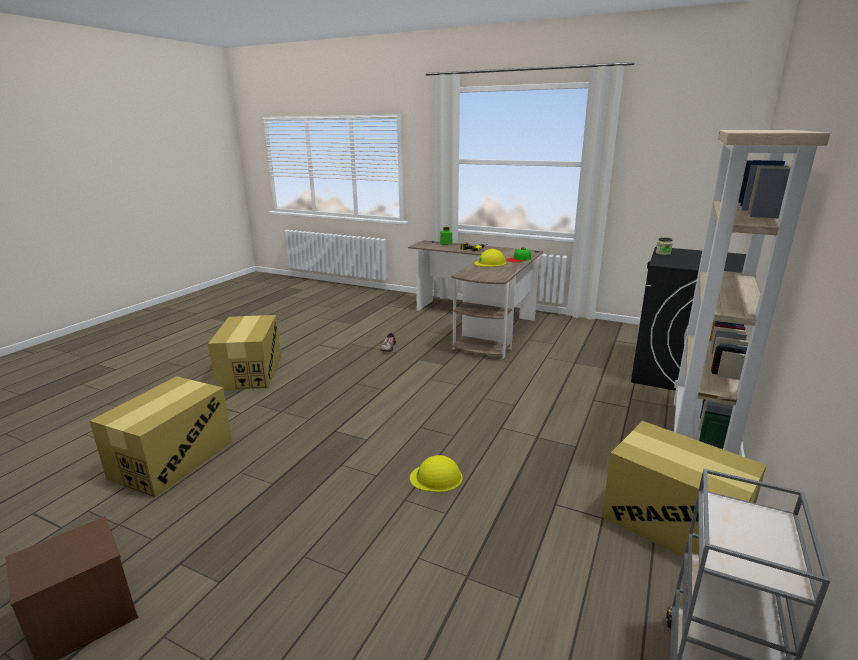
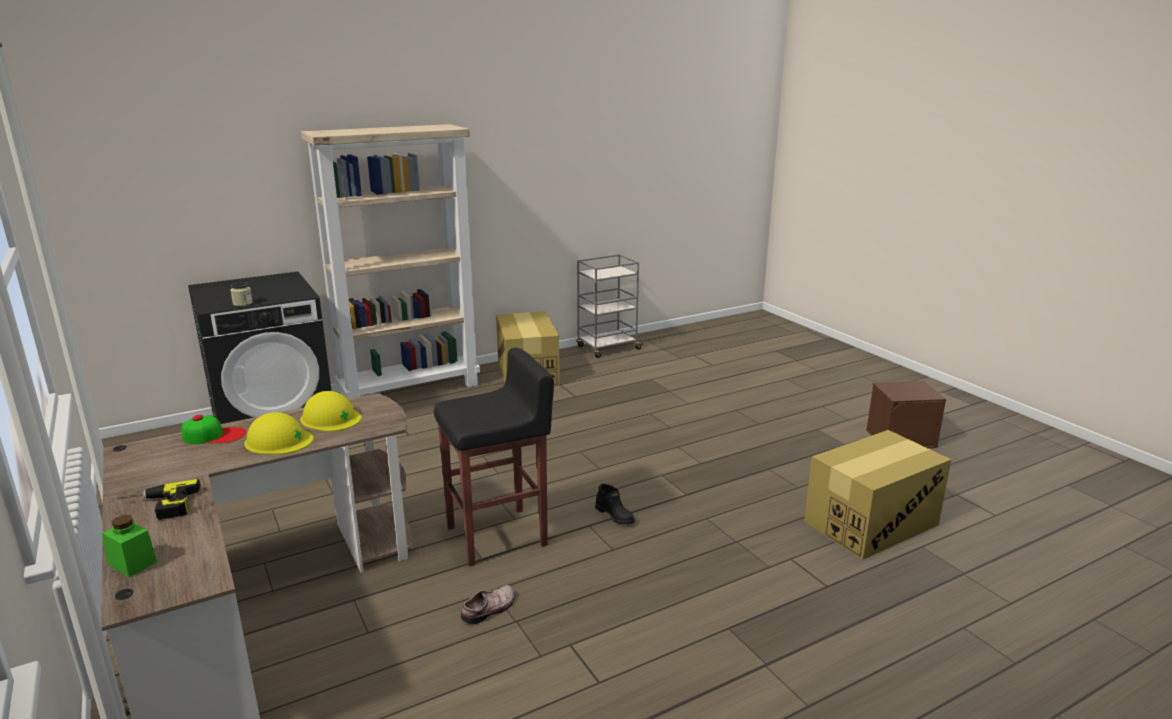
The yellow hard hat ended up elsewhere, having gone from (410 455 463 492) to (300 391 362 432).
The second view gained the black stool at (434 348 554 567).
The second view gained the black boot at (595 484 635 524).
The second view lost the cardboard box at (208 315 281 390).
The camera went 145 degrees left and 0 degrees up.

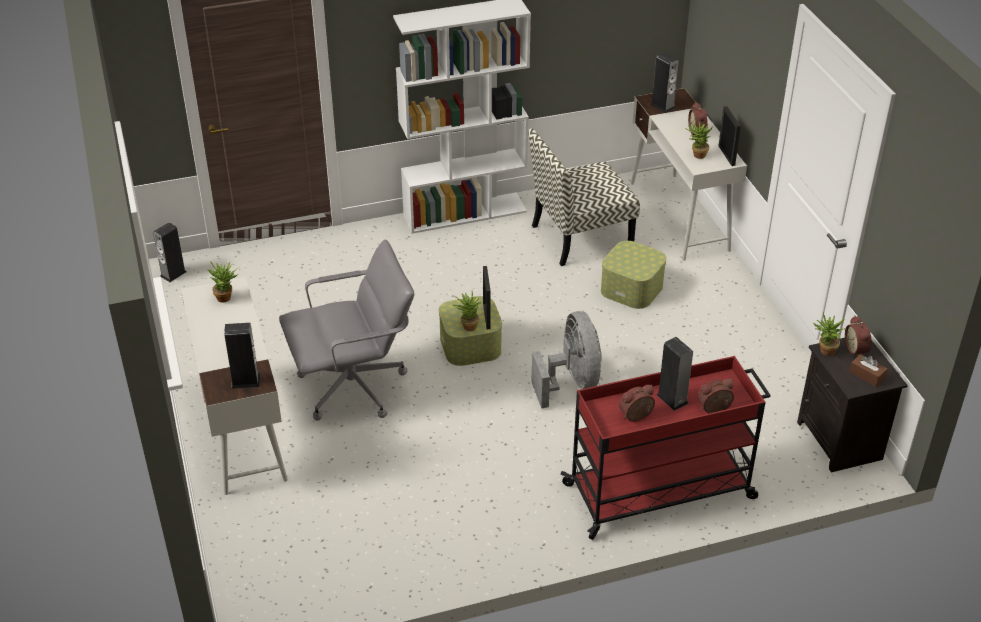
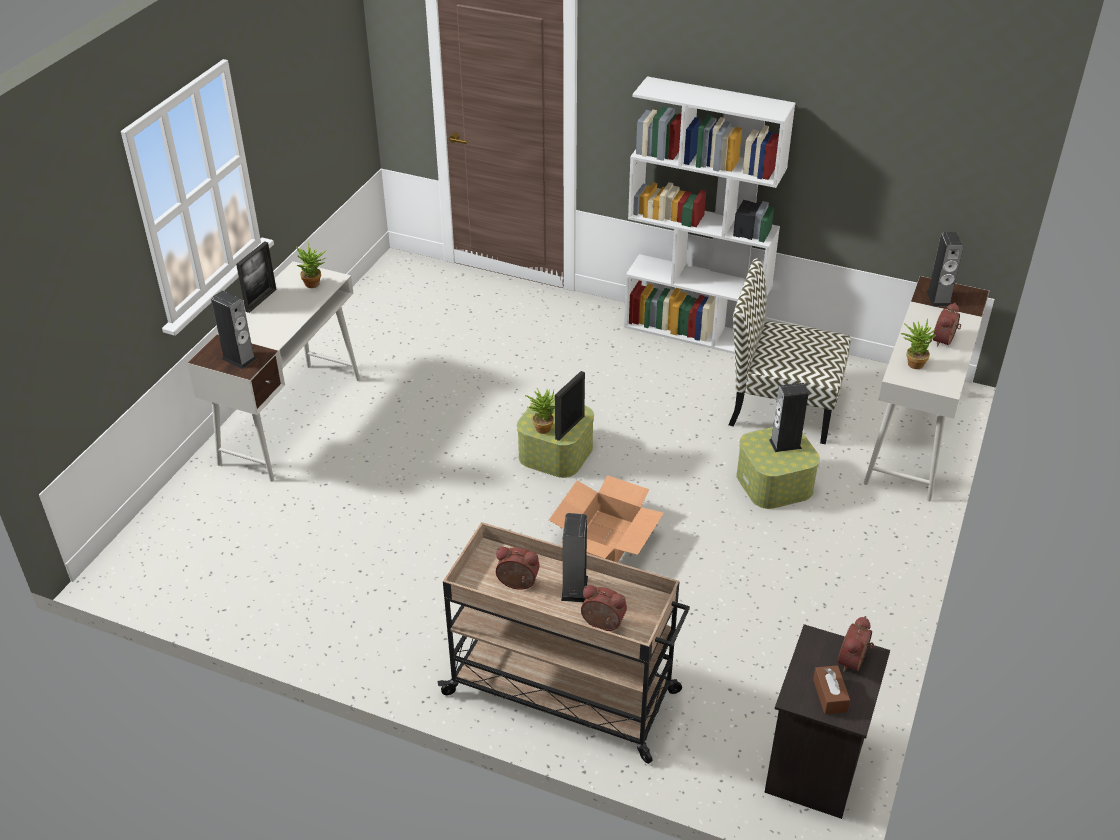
The picture frame ended up elsewhere, having gone from (718 106 741 166) to (236 241 277 313).
What was the red cart at (561 356 771 540) turned into the beige cart at (438 522 690 764).
Where the grey fan stood at (531 311 602 409), the cardboard box came to stand at (549 475 664 562).
The speaker ended up elsewhere, having gone from (153 223 187 282) to (769 383 809 452).
The second view lost the grey office chair at (279 239 414 421).
The second view lost the potted plant at (813 313 846 356).
The camera went 40 degrees right and 0 degrees up.

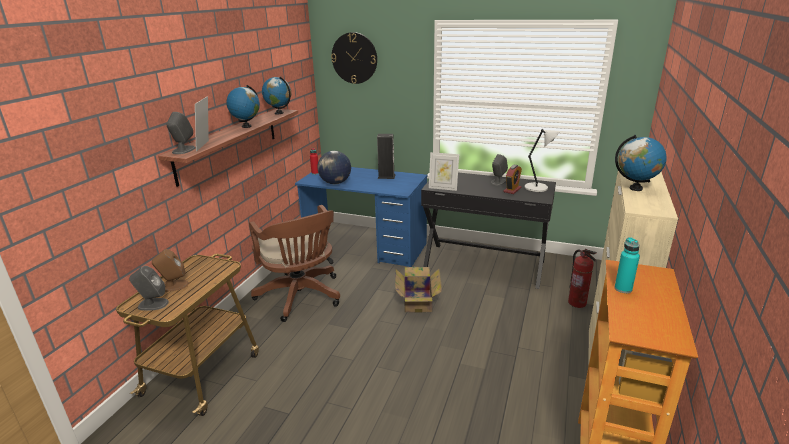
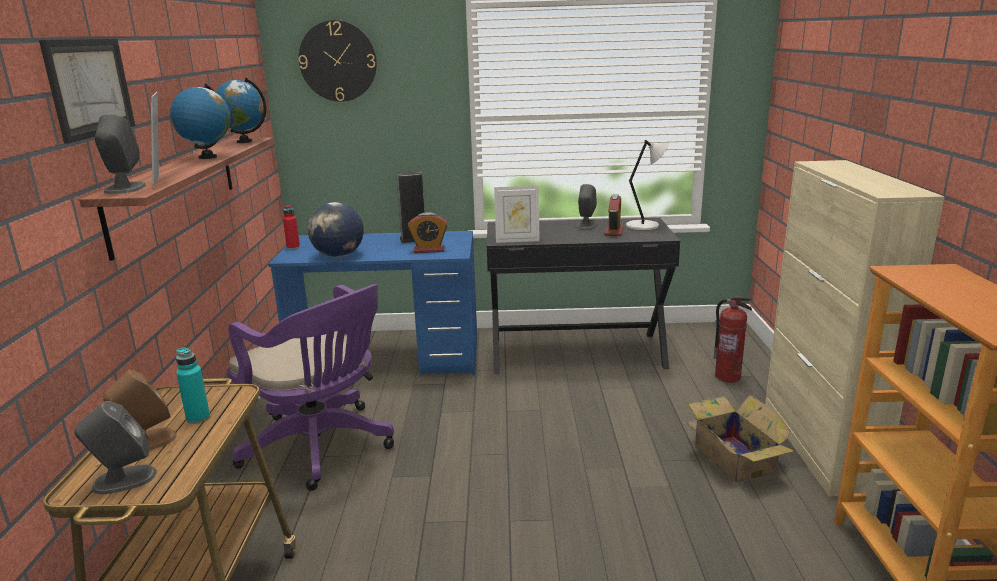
The second view gained the picture at (39 39 135 144).
The turquoise bottle ended up elsewhere, having gone from (615 237 640 293) to (176 347 210 424).
What was the brown office chair at (249 205 340 322) turned into the purple office chair at (227 284 394 491).
The second view gained the alarm clock at (408 212 447 253).
The cardboard box ended up elsewhere, having gone from (395 267 442 312) to (685 394 795 482).
The second view lost the globe at (615 135 667 191).
The camera went 20 degrees left and 5 degrees down.

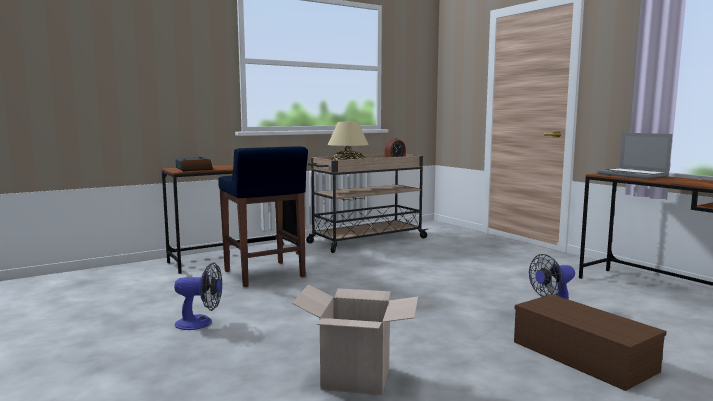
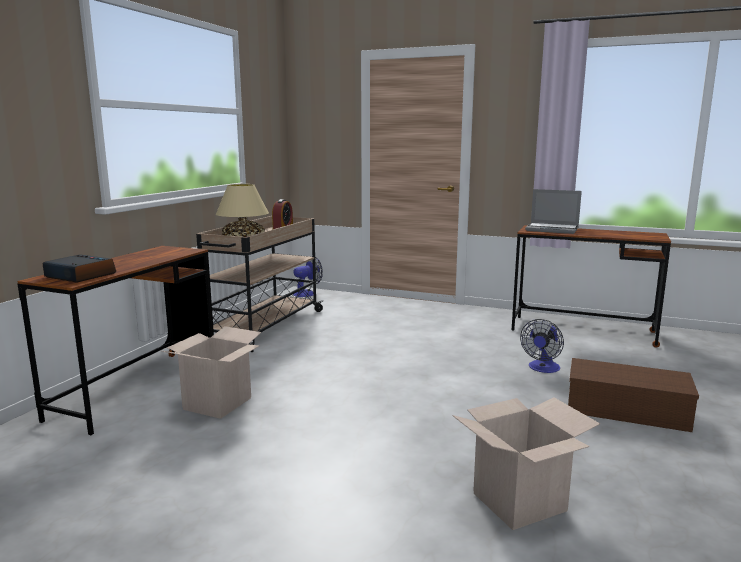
Where the blue stool stood at (218 146 308 287), the cardboard box came to stand at (162 326 261 419).
The fan ended up elsewhere, having gone from (174 262 222 330) to (293 257 323 297).
The camera went 35 degrees left and 5 degrees up.

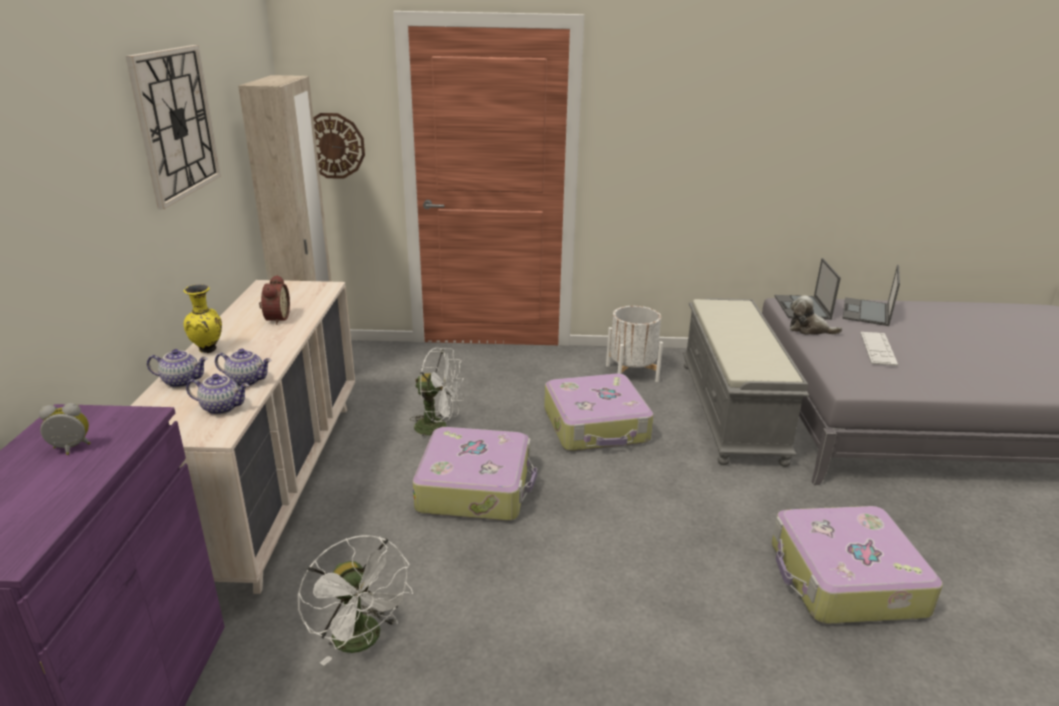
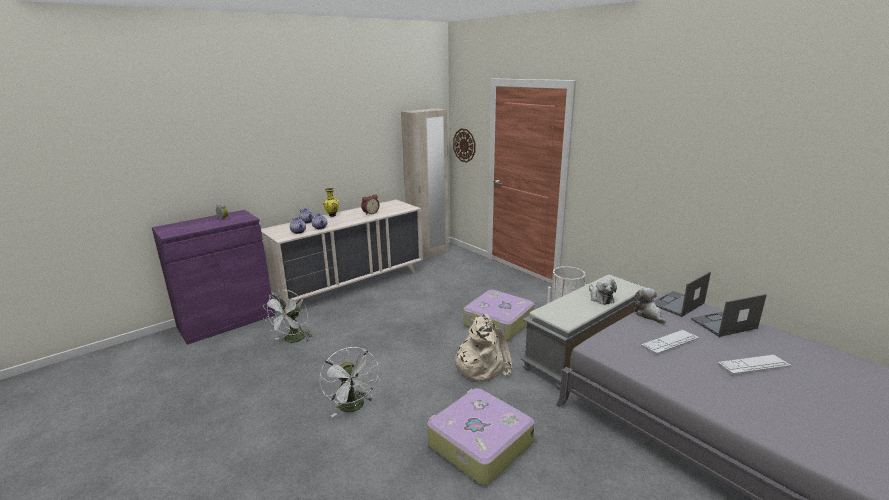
The white fan ended up elsewhere, having gone from (410 348 465 436) to (320 347 380 417).
The second view gained the beige backpack at (452 314 512 382).
The second view gained the plush toy at (589 278 617 305).
The second view gained the keyboard at (718 355 791 374).
The second view lost the wall clock at (126 45 221 209).
The second view lost the suitcase at (413 427 537 521).
The camera went 50 degrees right and 5 degrees down.

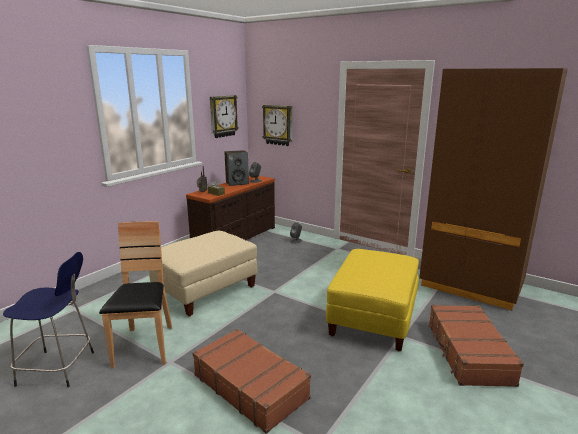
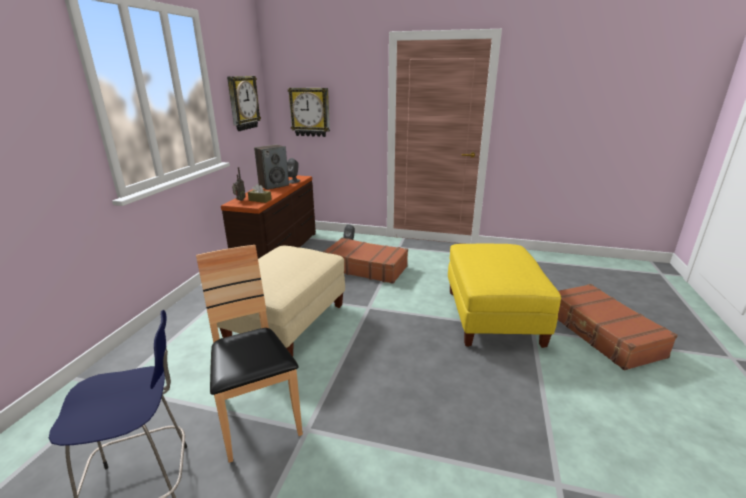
The brown suitcase ended up elsewhere, having gone from (193 329 311 434) to (323 238 408 284).
The second view lost the brown wardrobe at (419 68 568 311).
The camera went 20 degrees left and 5 degrees up.

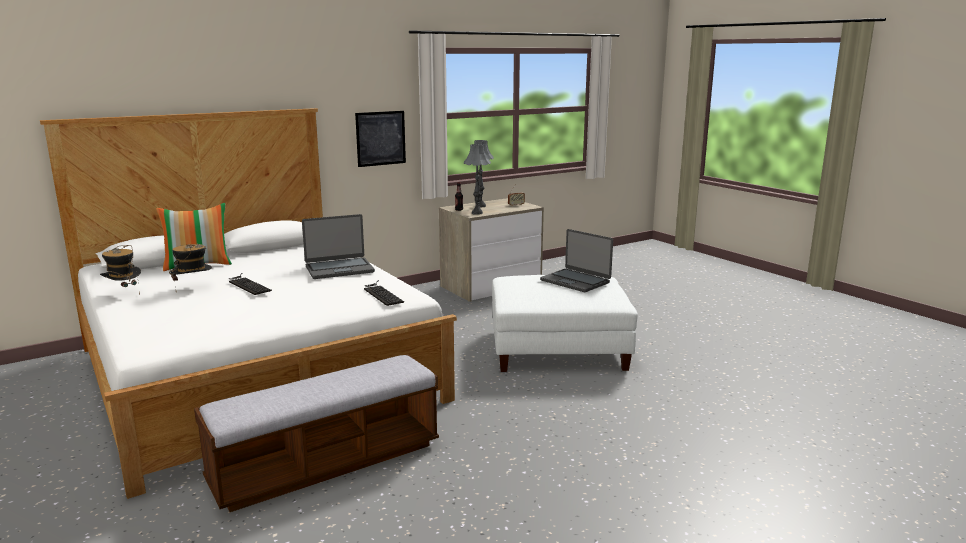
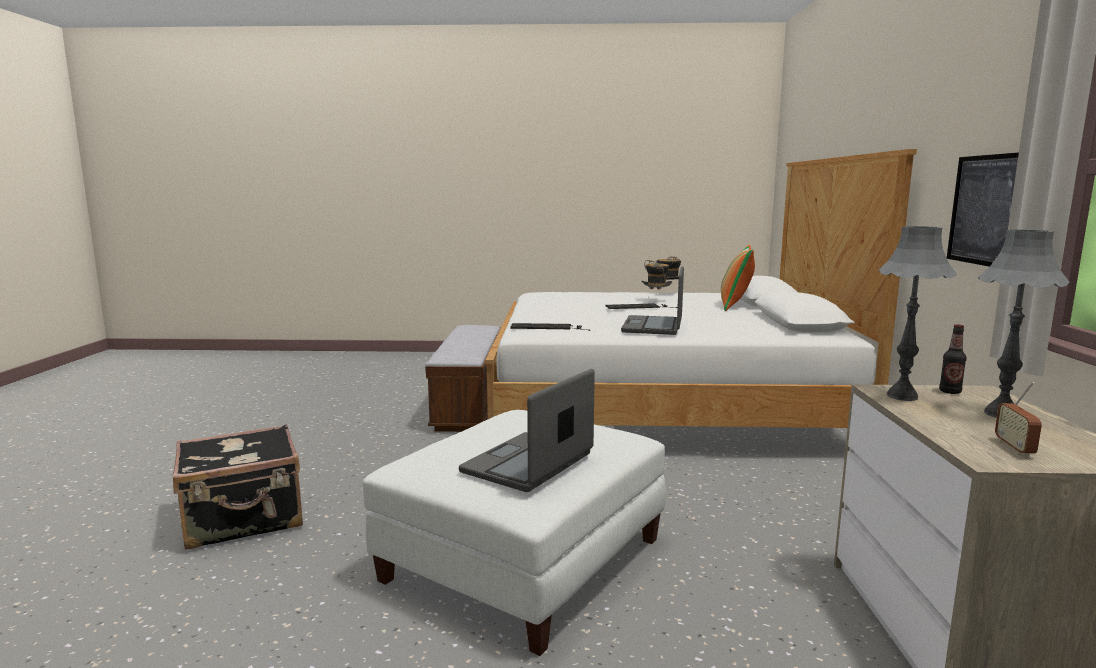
The second view gained the black suitcase at (173 424 303 550).
The laptop at (540 229 613 292) ended up facing another way, 45 degrees counterclockwise from before.
The camera went 125 degrees right and 5 degrees down.

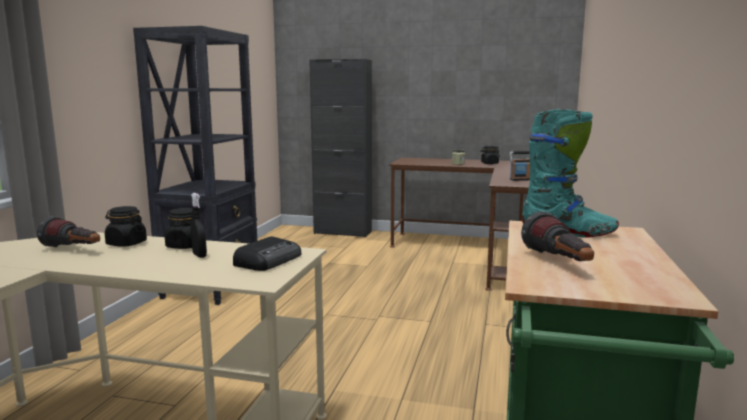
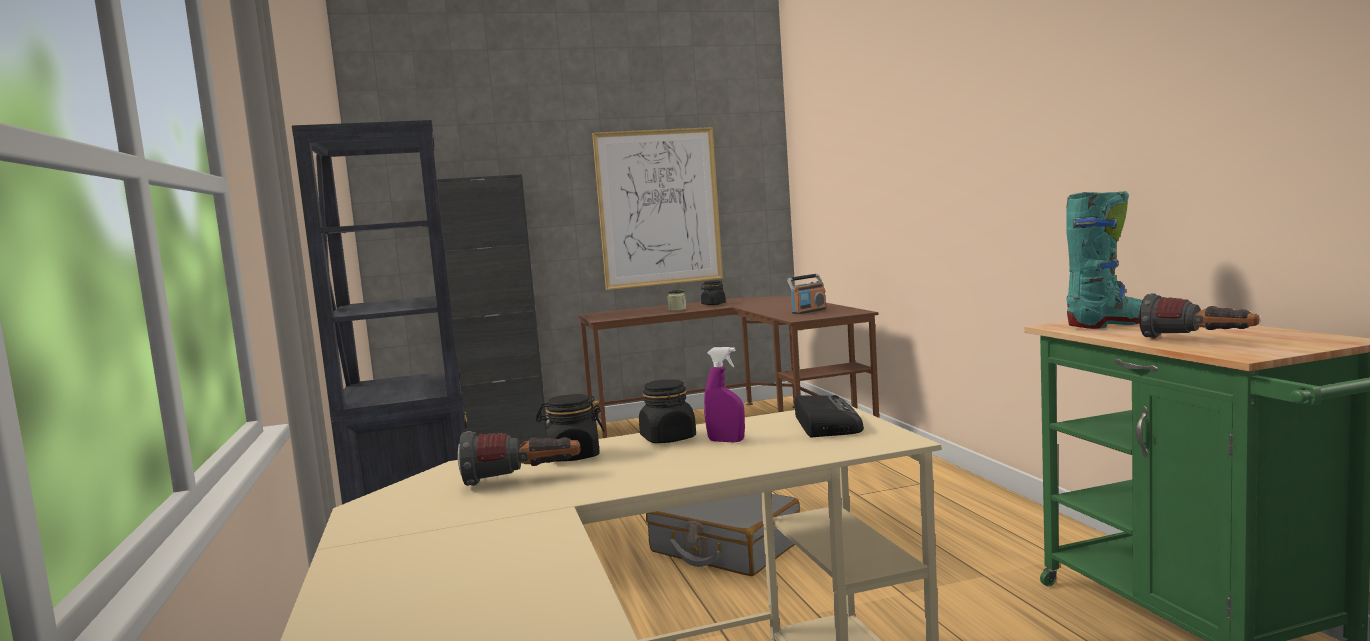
The second view gained the picture at (592 127 723 290).
The second view gained the grey suitcase at (646 493 800 576).
What was the black spray bottle at (191 193 207 258) turned into the purple spray bottle at (704 347 745 443).
The camera went 30 degrees left and 5 degrees down.

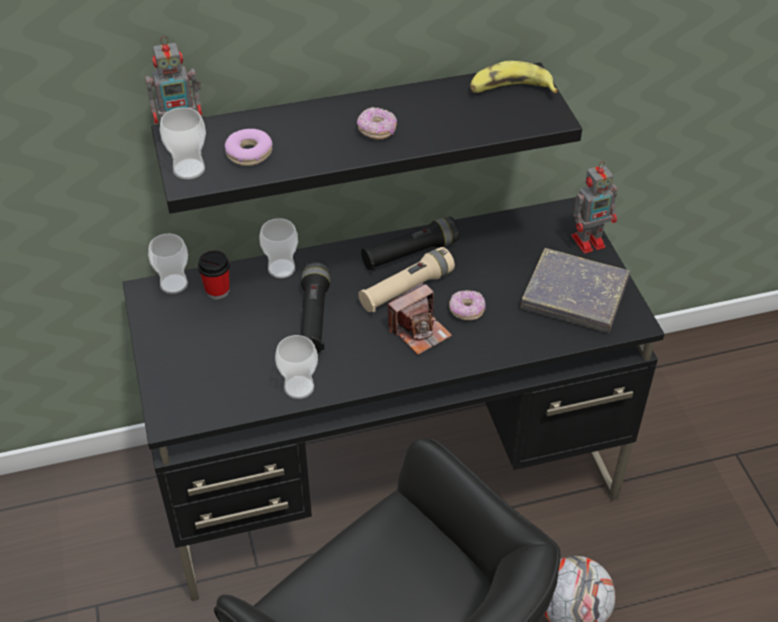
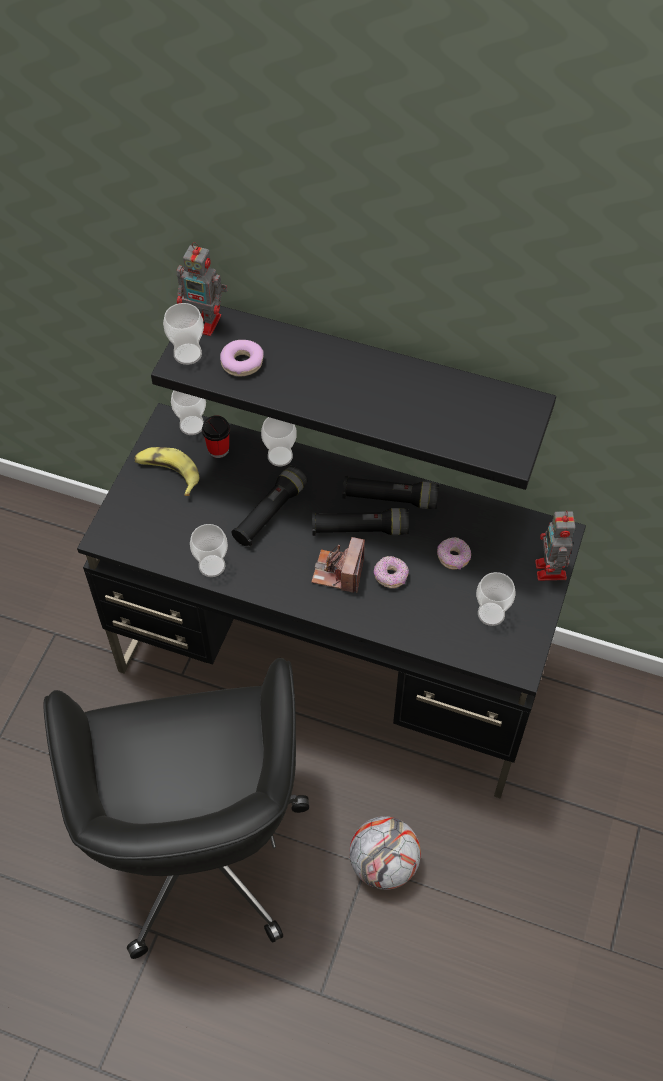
The banana ended up elsewhere, having gone from (470 61 558 93) to (135 447 199 496).
The photo camera at (388 282 452 355) ended up facing another way, 105 degrees clockwise from before.
What was the beige flashlight at (358 247 455 312) turned into the black flashlight at (312 508 409 536).
The donut ended up elsewhere, having gone from (357 107 397 140) to (437 537 471 570).
Where the grey book stood at (521 248 630 333), the cup came to stand at (476 572 515 626).
The toy robot at (571 161 617 254) ended up facing another way, 75 degrees clockwise from before.
The camera went 35 degrees right and 10 degrees up.

